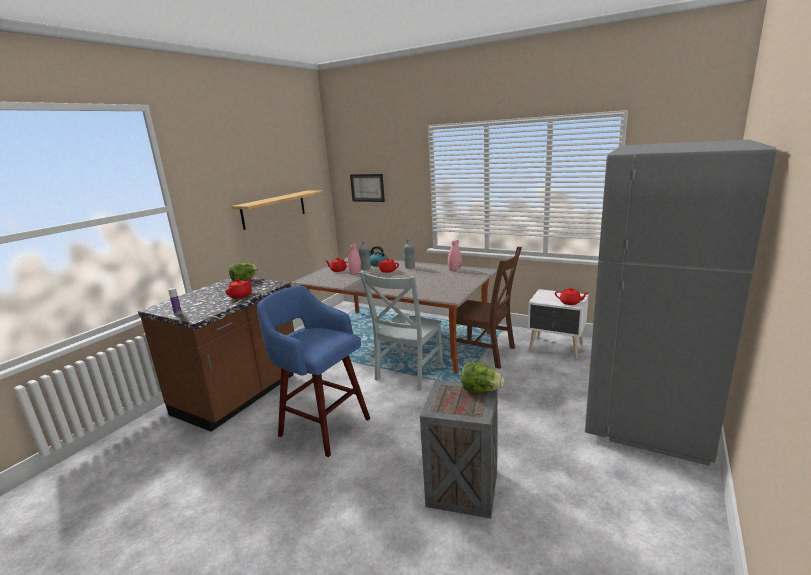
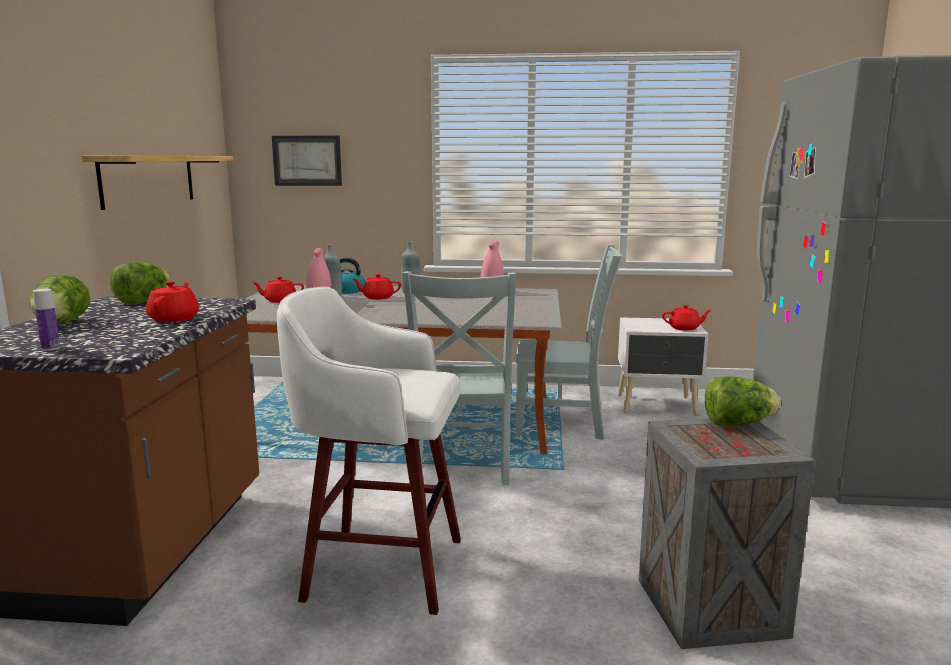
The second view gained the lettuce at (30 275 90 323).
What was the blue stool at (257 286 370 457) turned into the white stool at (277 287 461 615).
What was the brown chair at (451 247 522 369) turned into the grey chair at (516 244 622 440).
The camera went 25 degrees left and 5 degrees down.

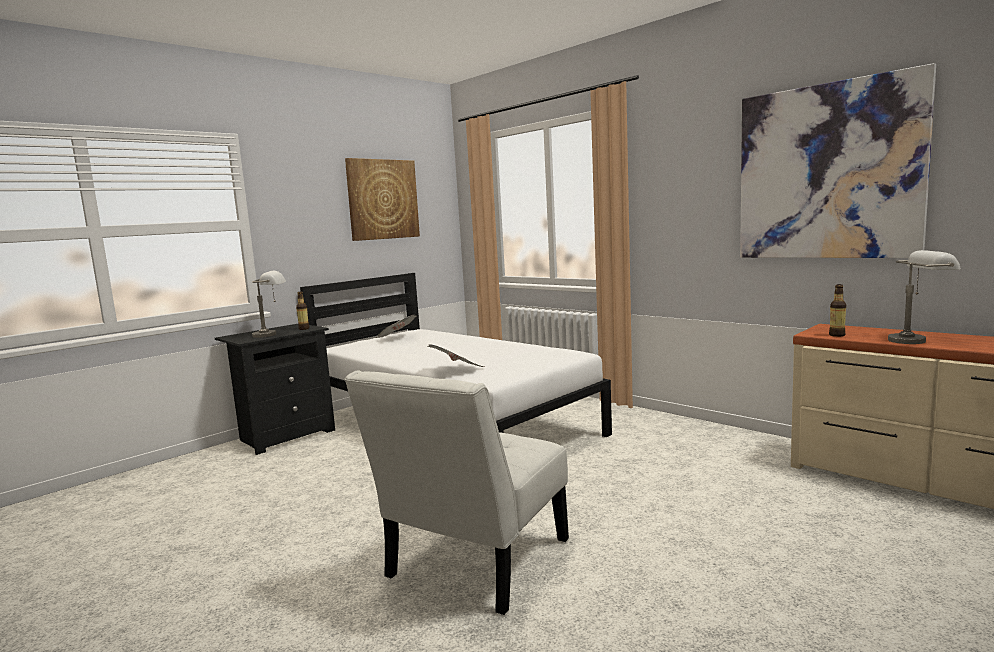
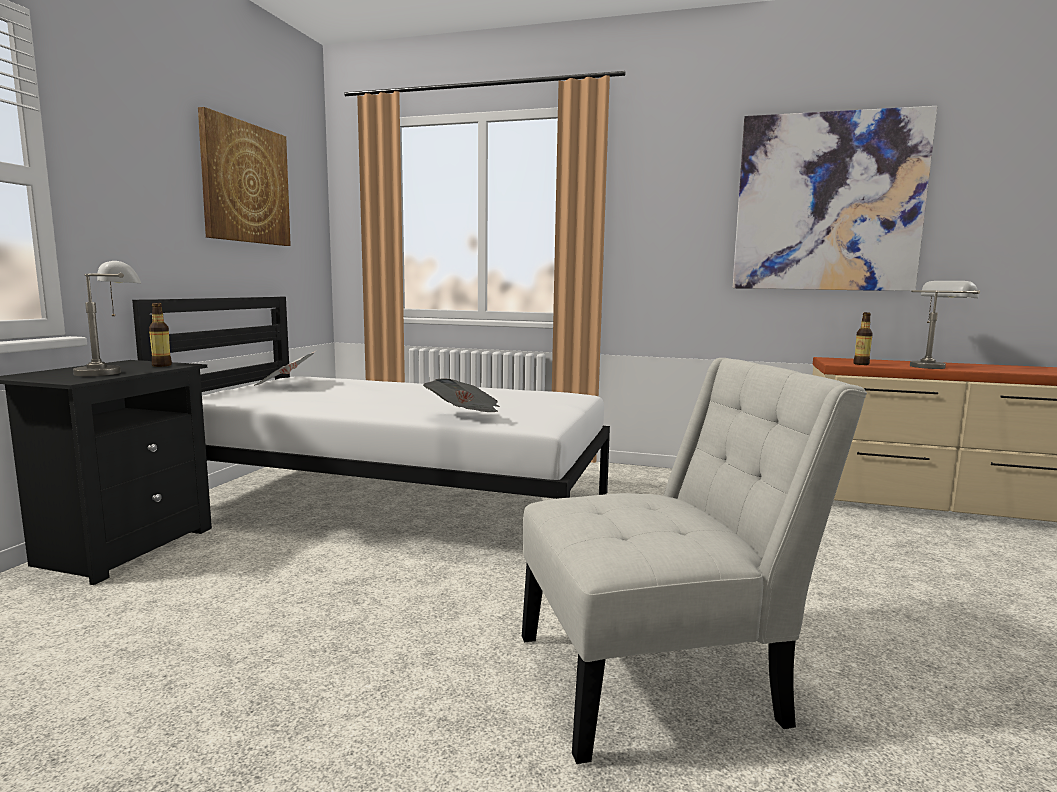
The white chair at (344 370 569 615) ended up facing another way, 105 degrees counterclockwise from before.
The camera went 30 degrees left and 0 degrees up.

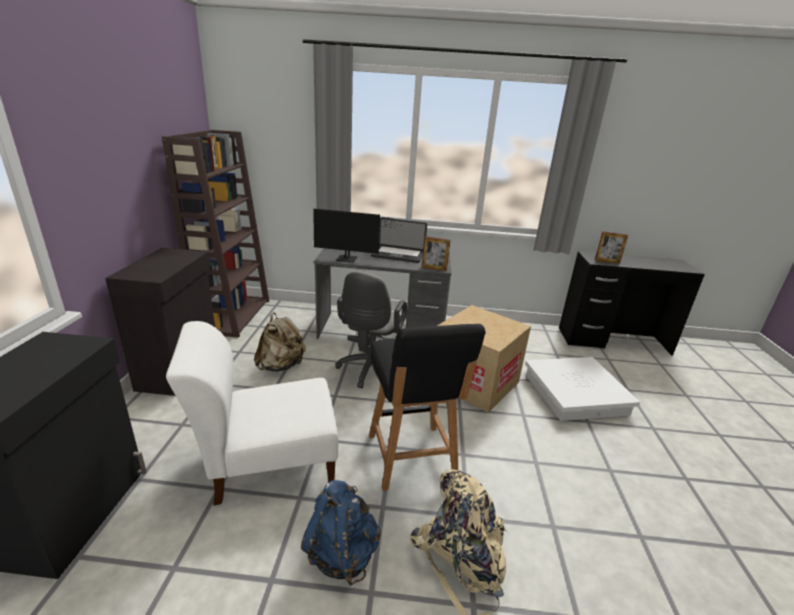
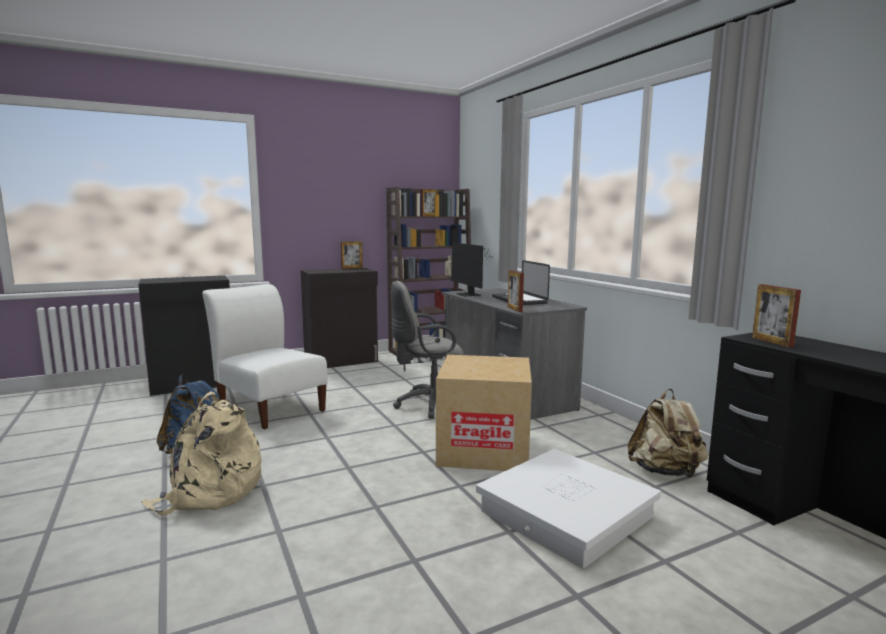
The second view gained the picture frame at (341 241 363 269).
The beige backpack ended up elsewhere, having gone from (254 312 306 372) to (628 389 708 478).
The second view lost the black chair at (369 324 486 491).
The camera went 60 degrees right and 15 degrees down.

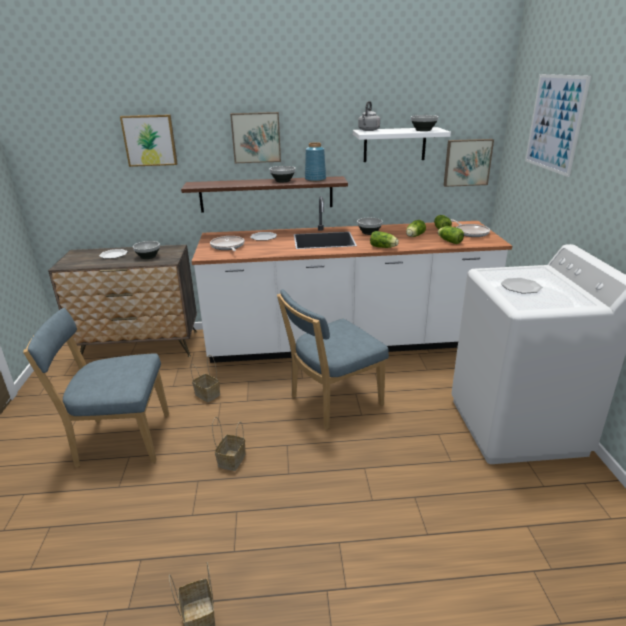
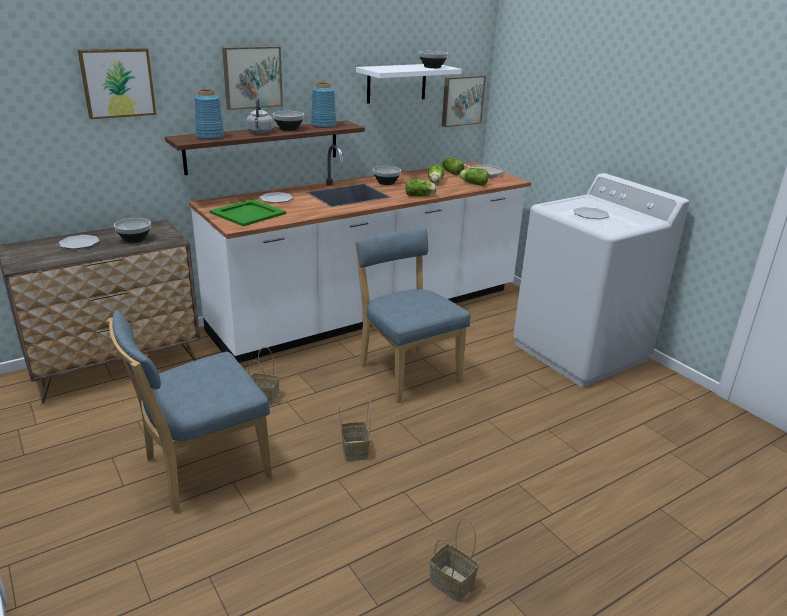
The second view gained the blue vase at (194 89 224 140).
Where the frying pan stood at (210 236 244 251), the green tray came to stand at (210 199 286 226).
The grey kettle ended up elsewhere, having gone from (358 101 380 131) to (246 98 273 134).
The blue chair at (277 289 389 430) ended up facing another way, 120 degrees clockwise from before.
The second view lost the picture at (525 74 591 177).
The camera went 30 degrees left and 0 degrees up.

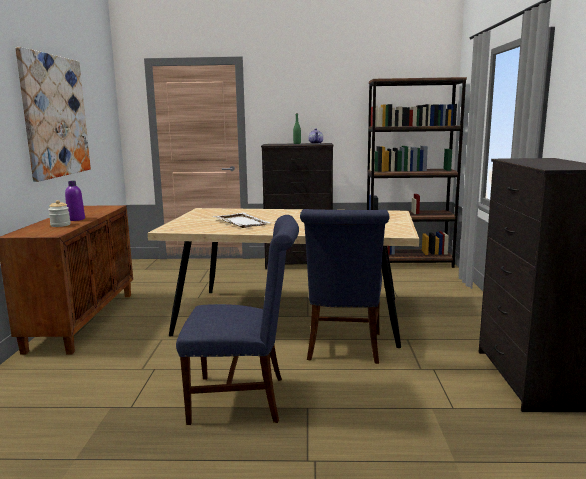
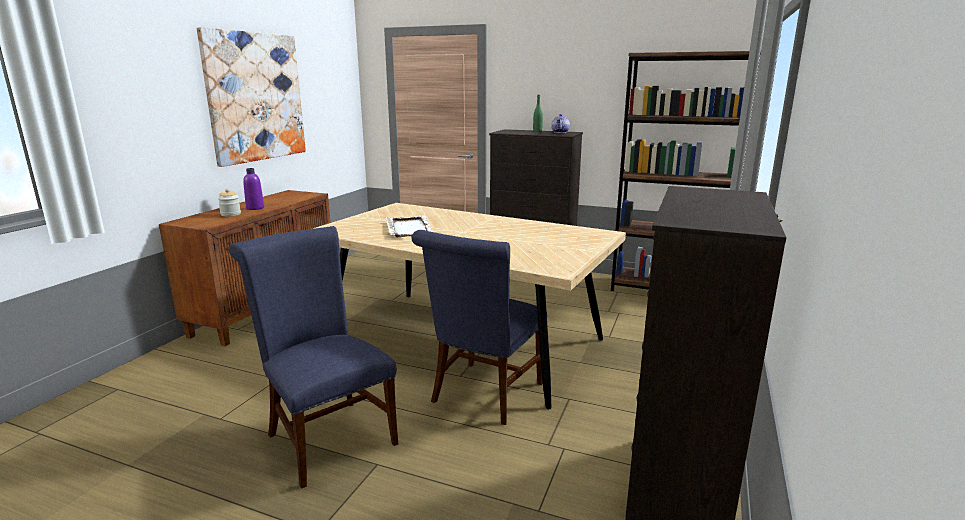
The blue chair at (176 215 299 425) ended up facing another way, 150 degrees counterclockwise from before.
The camera went 20 degrees right and 5 degrees up.

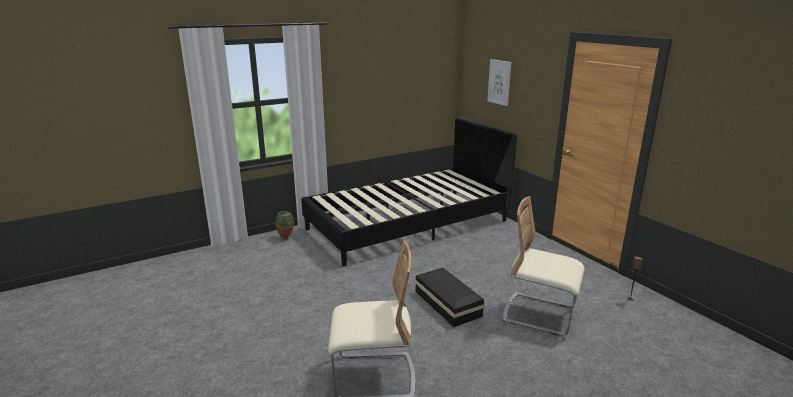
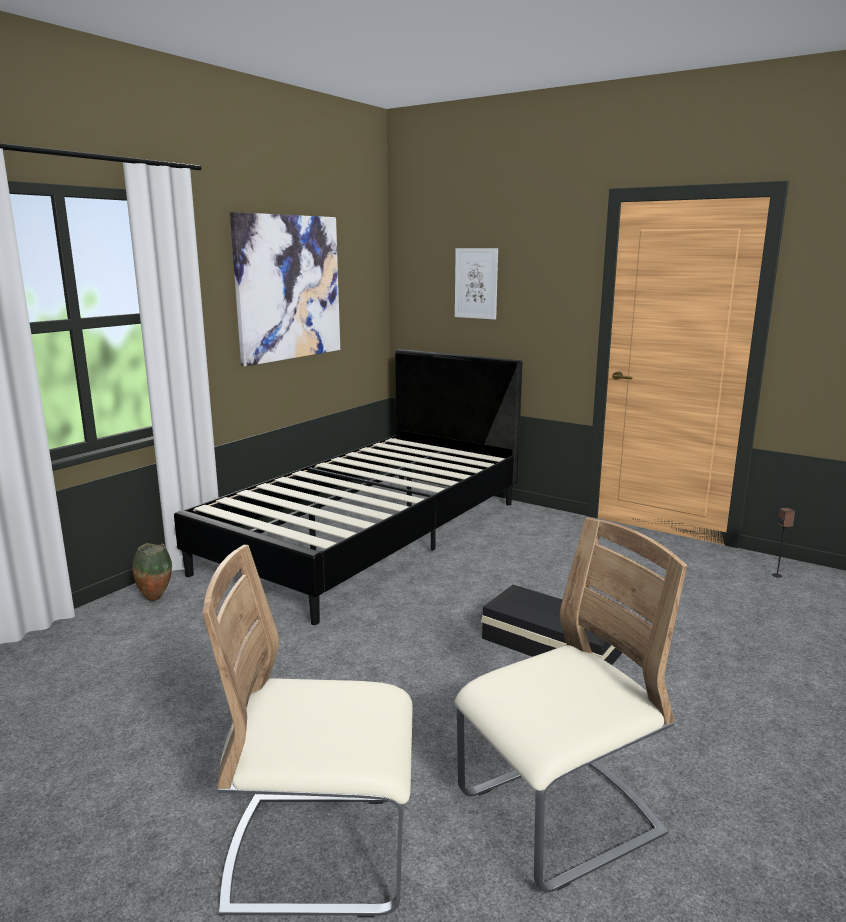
The beige chair ended up elsewhere, having gone from (503 196 585 335) to (202 545 413 917).
The second view gained the picture at (230 212 340 367).
The camera went 25 degrees left and 5 degrees down.

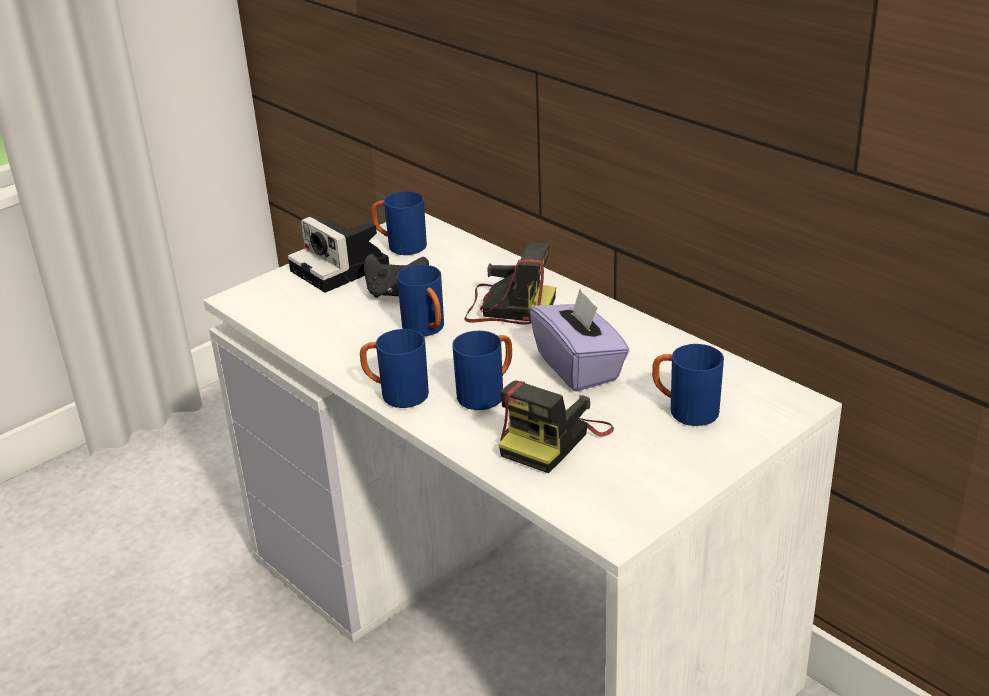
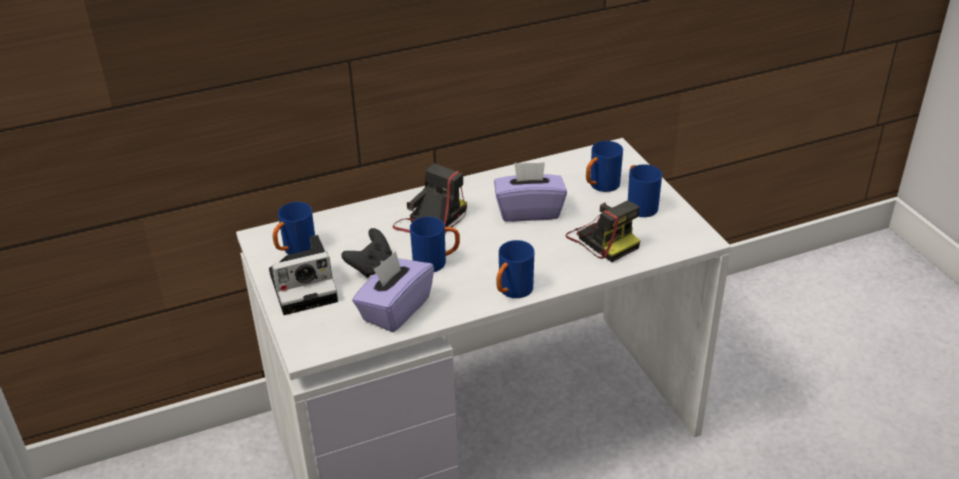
The second view gained the purple tissue box at (352 251 434 332).
The blue mug ended up elsewhere, having gone from (452 331 512 410) to (628 164 662 217).
The camera went 70 degrees left and 5 degrees up.

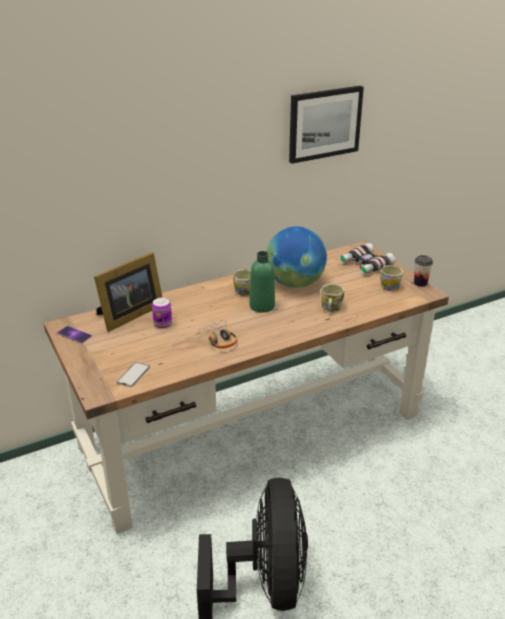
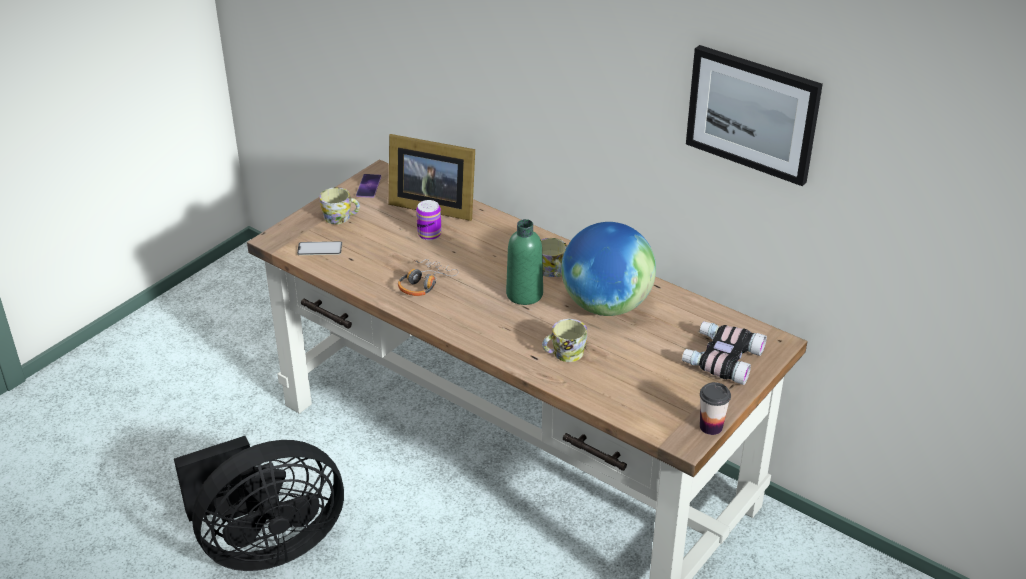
The mug ended up elsewhere, having gone from (380 265 403 291) to (320 187 360 224).
The camera went 65 degrees right and 5 degrees up.

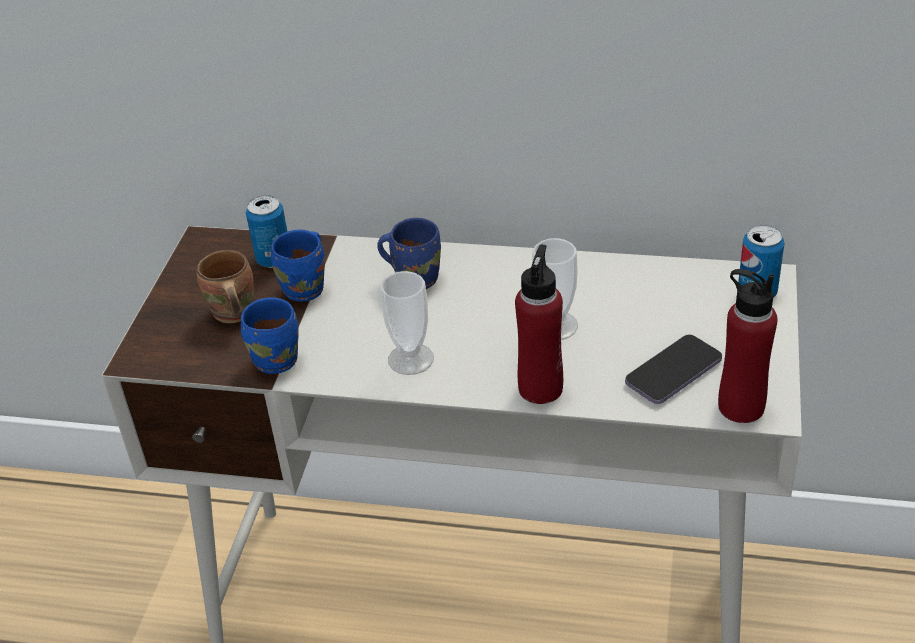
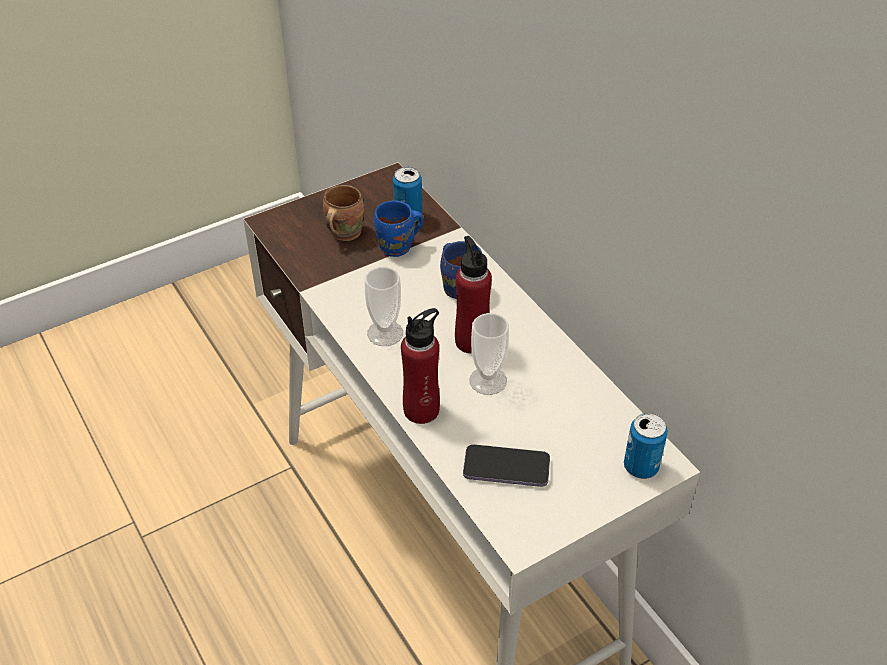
The red bottle ended up elsewhere, having gone from (718 269 778 423) to (455 236 492 354).
The second view lost the blue mug at (241 297 299 374).
The camera went 45 degrees right and 5 degrees up.

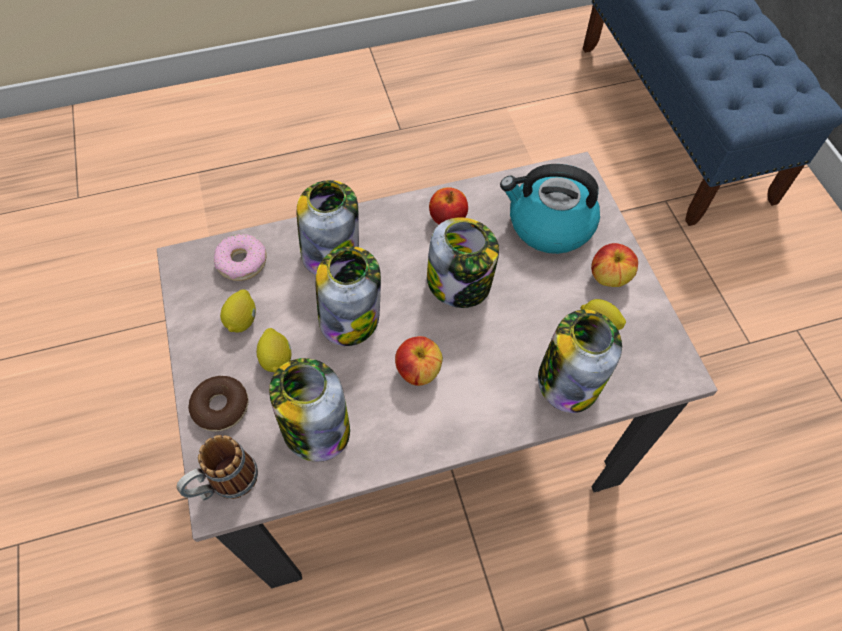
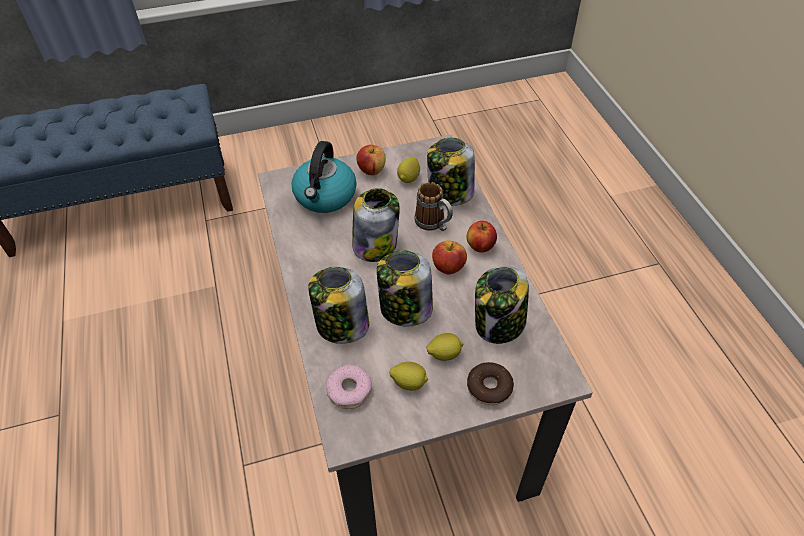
The mug ended up elsewhere, having gone from (176 435 258 500) to (414 182 453 231).
The apple ended up elsewhere, having gone from (429 187 468 224) to (467 221 497 253).
The camera went 90 degrees left and 10 degrees down.

